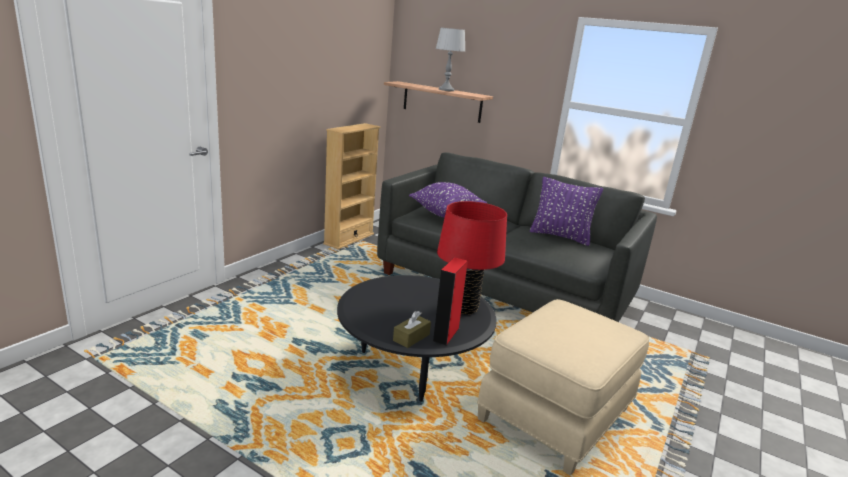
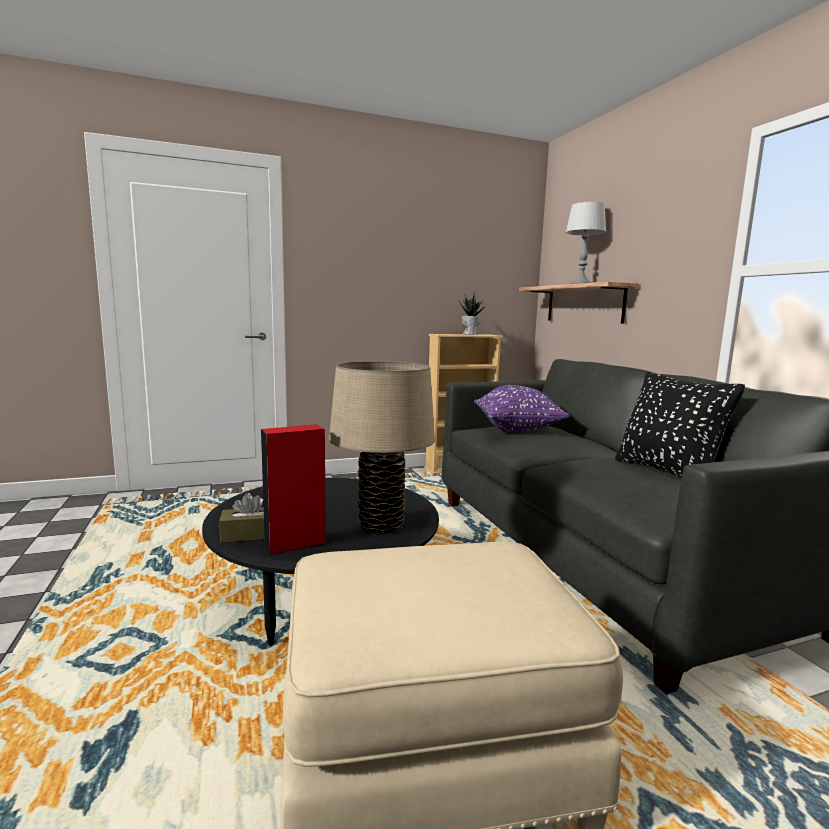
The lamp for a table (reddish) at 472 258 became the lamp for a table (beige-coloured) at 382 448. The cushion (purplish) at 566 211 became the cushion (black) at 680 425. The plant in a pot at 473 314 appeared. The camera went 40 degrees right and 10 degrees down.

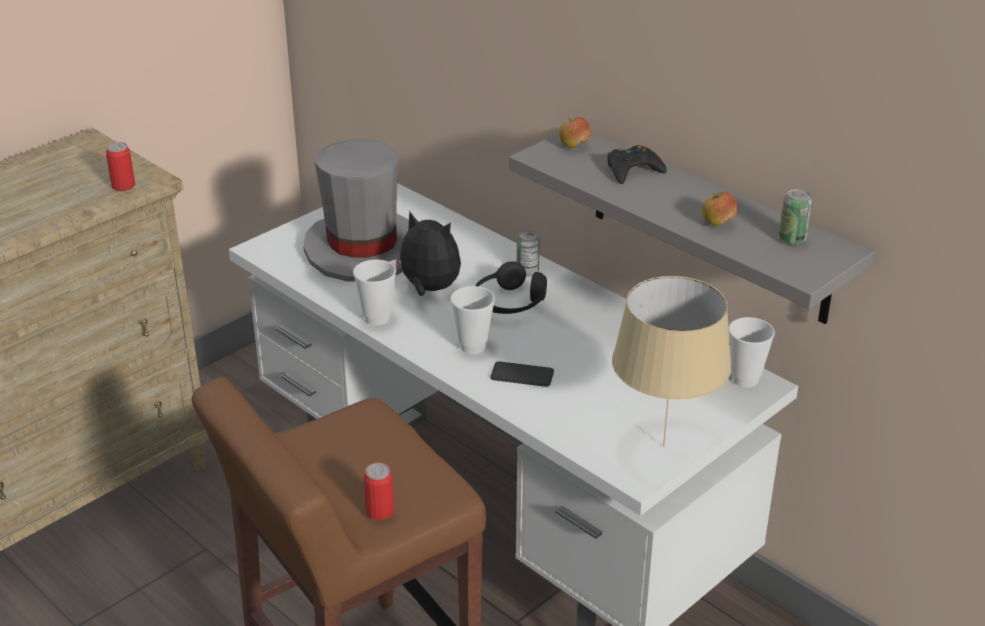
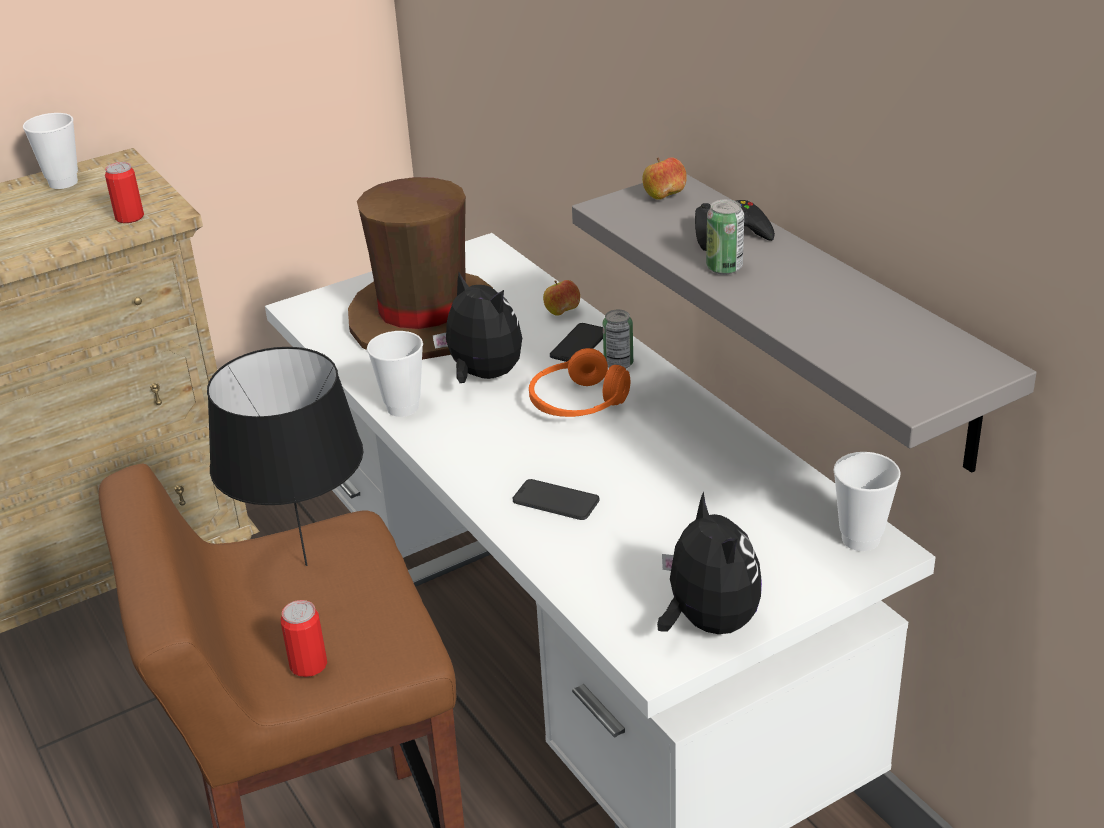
The clothing hat (grey) at 356 210 became the clothing hat (brown-coloured) at 420 268. The drinking cup moved from 473 320 to 50 151. The headset (black) at 511 287 became the headset (orange-coloured) at 579 382. The lamp for a table (beige-coloured) at 672 361 was replaced by the plush toy at 709 562. The apple fruit moved from 720 209 to 561 298. The sealed can moved from 795 217 to 725 237. The lamp for a table (black) at 285 456 appeared. The telephone at 576 342 appeared. The camera went 15 degrees right and 0 degrees up.

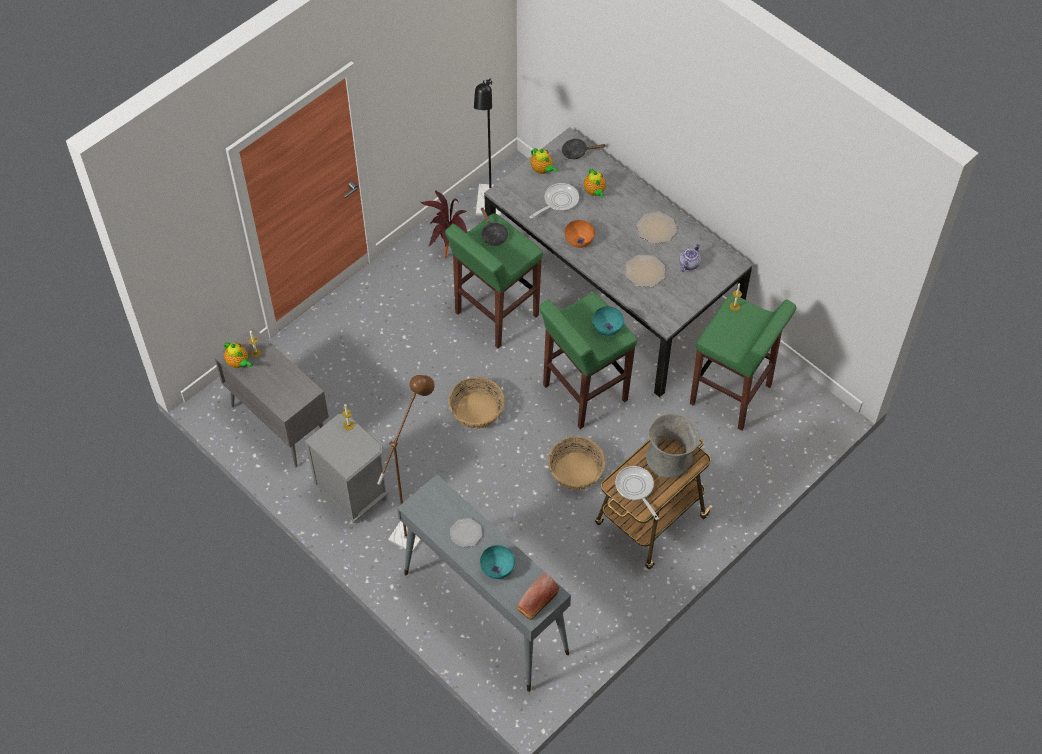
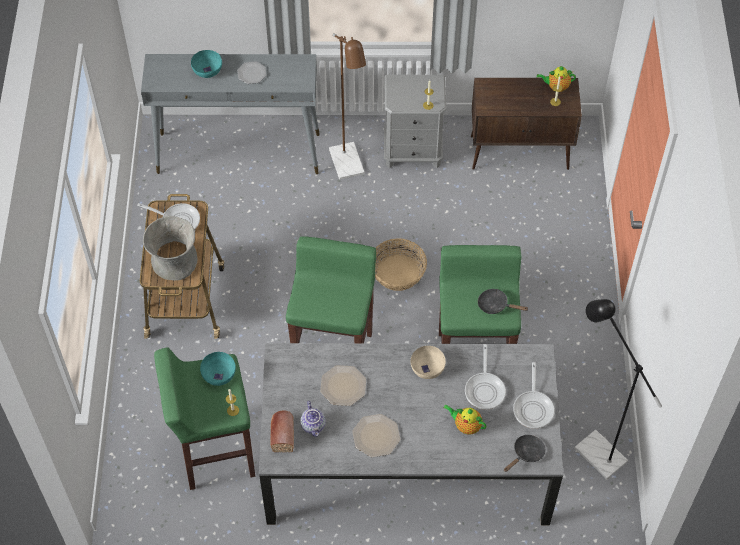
The storage cabinet (grey) at 271 397 became the storage cabinet (brown-coloured) at 526 124. The plant in a pot at 444 224 disappeared. The bakery bread moved from 538 596 to 282 431. The pot for tea at 544 161 was replaced by the skillet at 534 395. The storage basket at 577 463 disappeared. The serving bowl (orange-coloured) at 580 234 became the serving bowl (beige-coloured) at 428 362. The serving bowl (turquoise-coloured) moved from 608 321 to 218 369. The camera went 135 degrees right and 0 degrees up.

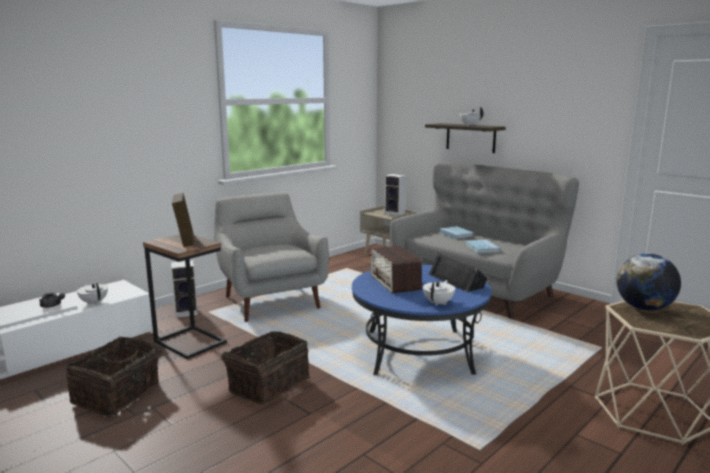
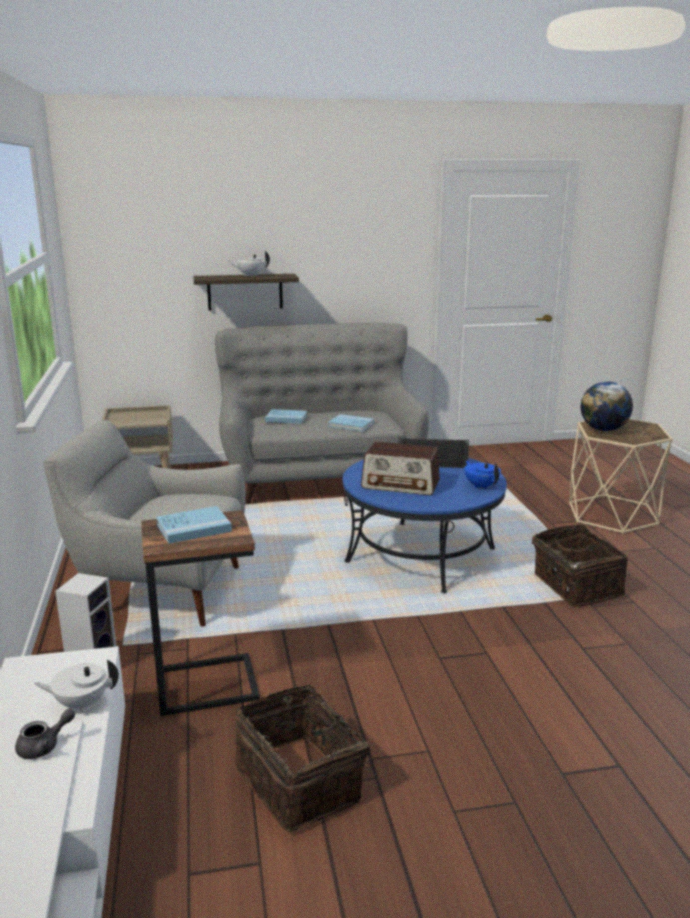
The photo frame at 183 220 was replaced by the book (blue-coloured) at 194 525. The storage basket moved from 263 368 to 580 566. The audio speaker at 395 195 disappeared. The pot for tea (whitish) at 439 293 became the pot for tea (blue-coloured) at 483 475. The camera went 55 degrees left and 5 degrees up.

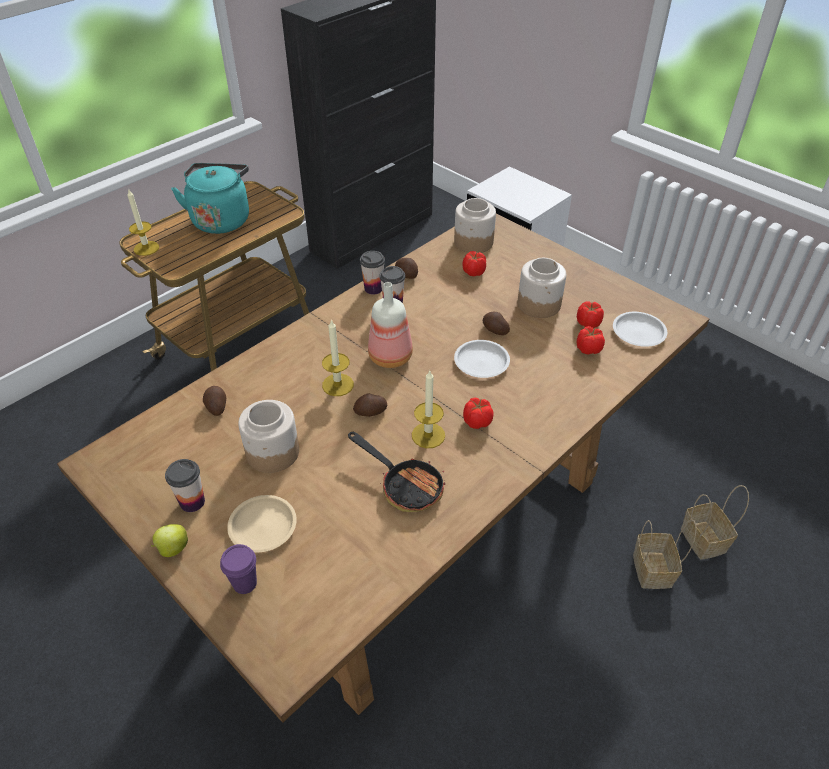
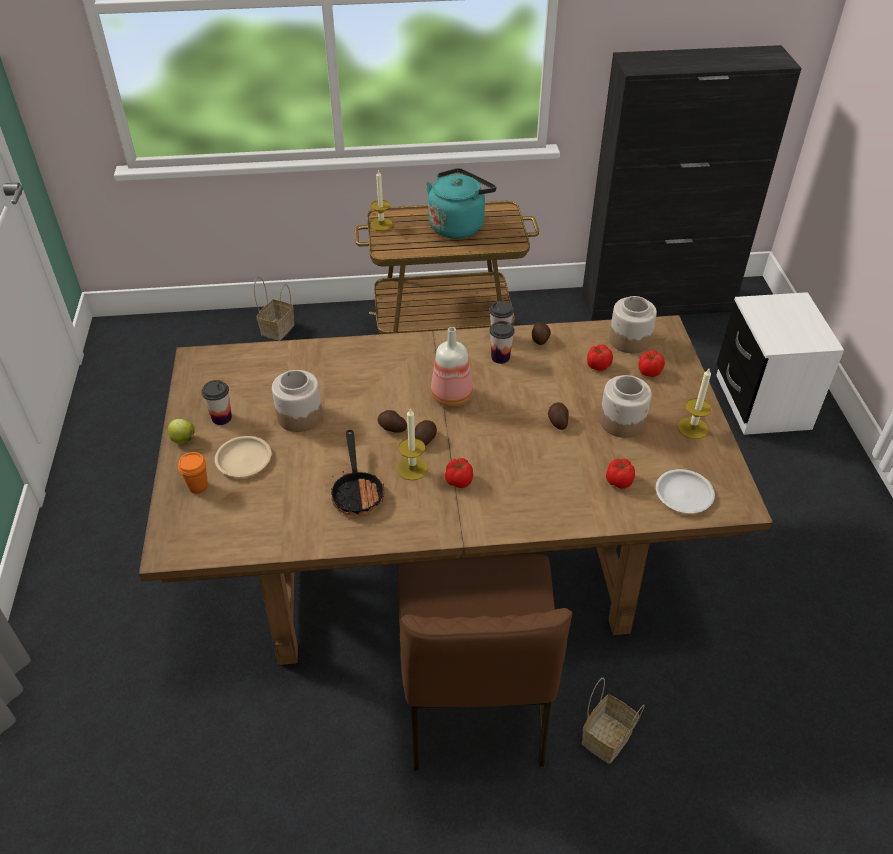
The spud moved from 214 401 to 426 433. The drinking cup (purplish) at 238 569 became the drinking cup (orange-coloured) at 193 473. The wax light moved from 338 357 to 695 403. The dinner plate (whitish) at 482 359 disappeared. The fresh tomato moved from 590 314 to 651 363. The storage basket moved from 715 522 to 274 309. The plain chair (brown-coloured) at 485 662 appeared. The camera went 40 degrees right and 0 degrees up.

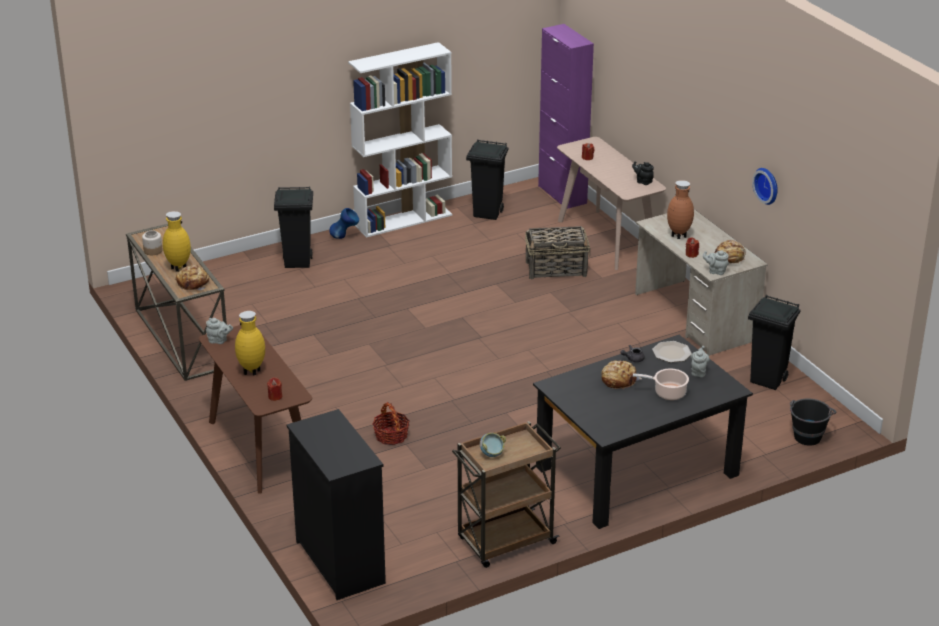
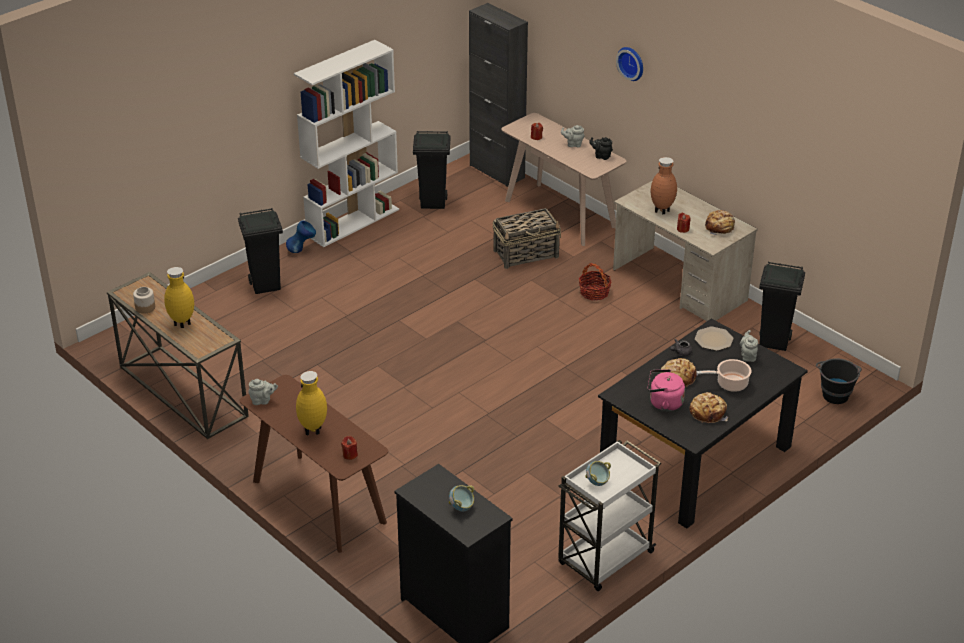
The bakery bread moved from 192 277 to 709 407. The storage basket moved from 391 423 to 595 282. The wheeled cart (brown-coloured) at 506 494 became the wheeled cart (whitish) at 609 515. The storage cabinet (purplish) at 566 116 became the storage cabinet (black) at 498 95. The pot for tea (grey) moved from 716 262 to 573 136. The wall clock moved from 765 186 to 629 64. The serving bowl at 461 498 appeared. The water kettle (pink) at 666 390 appeared. The camera went 15 degrees left and 5 degrees up.

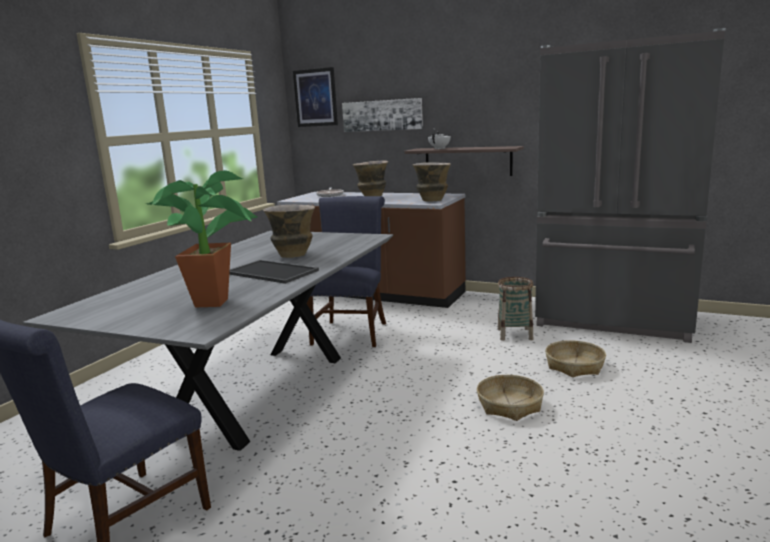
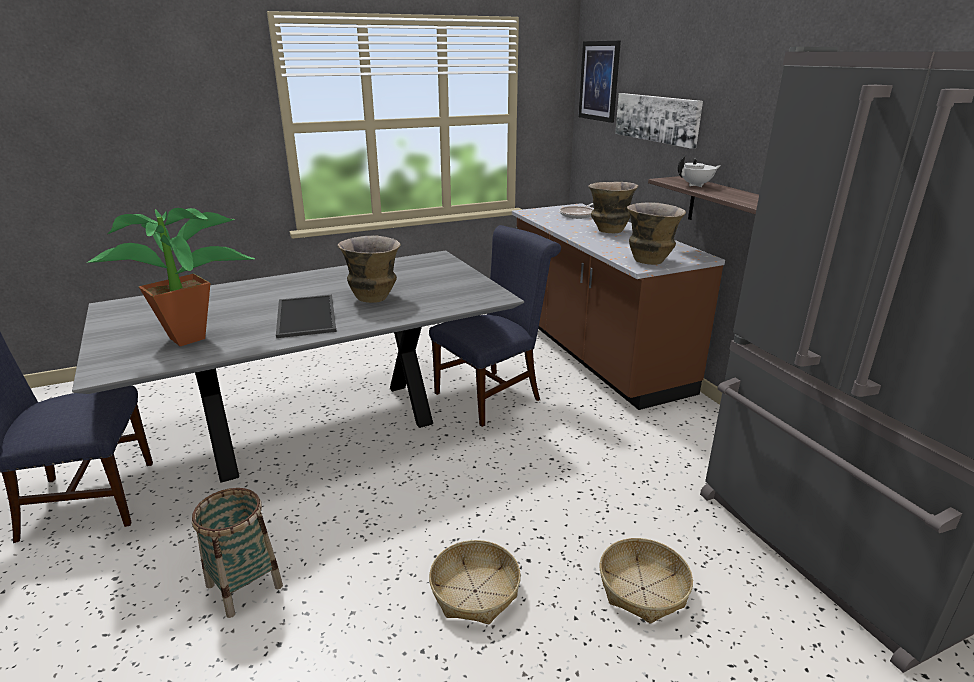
The storage basket moved from 516 309 to 237 553. The camera went 40 degrees right and 10 degrees up.

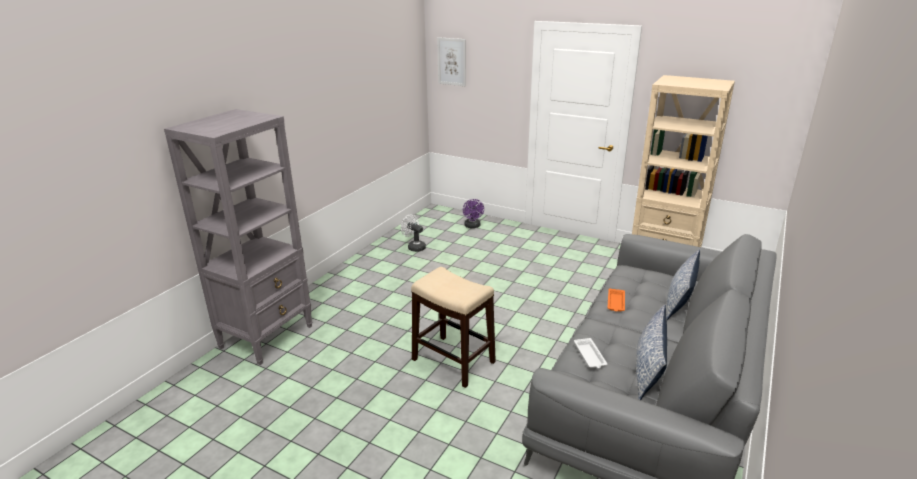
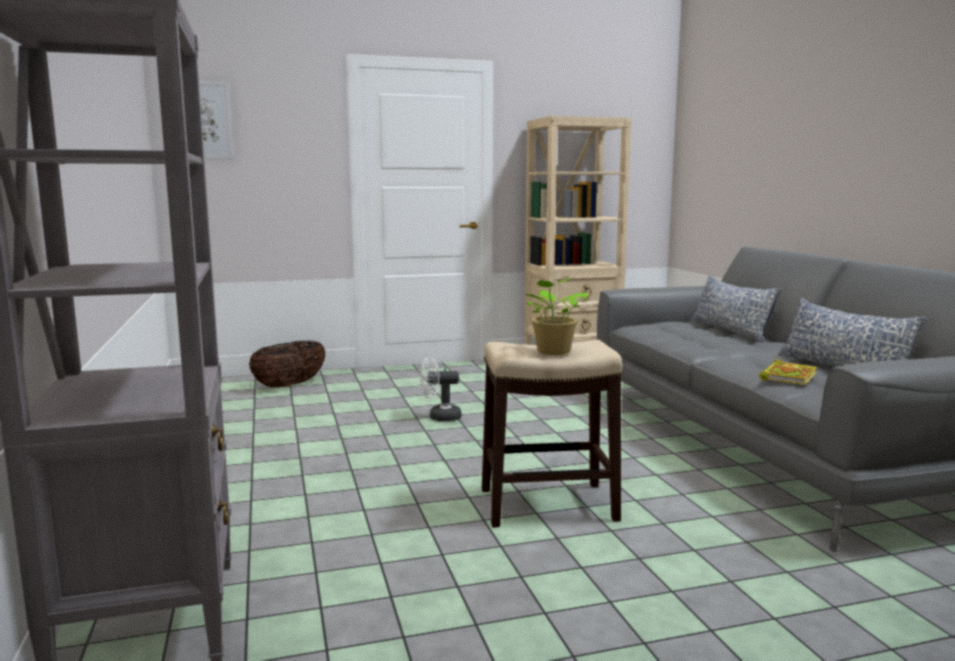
The fan (whitish) moved from 413 233 to 440 389. The fan (purplish) at 473 213 was replaced by the storage basket at 287 364. The carrying tray (whitish) at 590 353 was replaced by the book at 788 372. The carrying tray (orange-coloured) at 616 300 disappeared. The plant in a pot at 557 316 appeared. The camera went 45 degrees left and 15 degrees down.

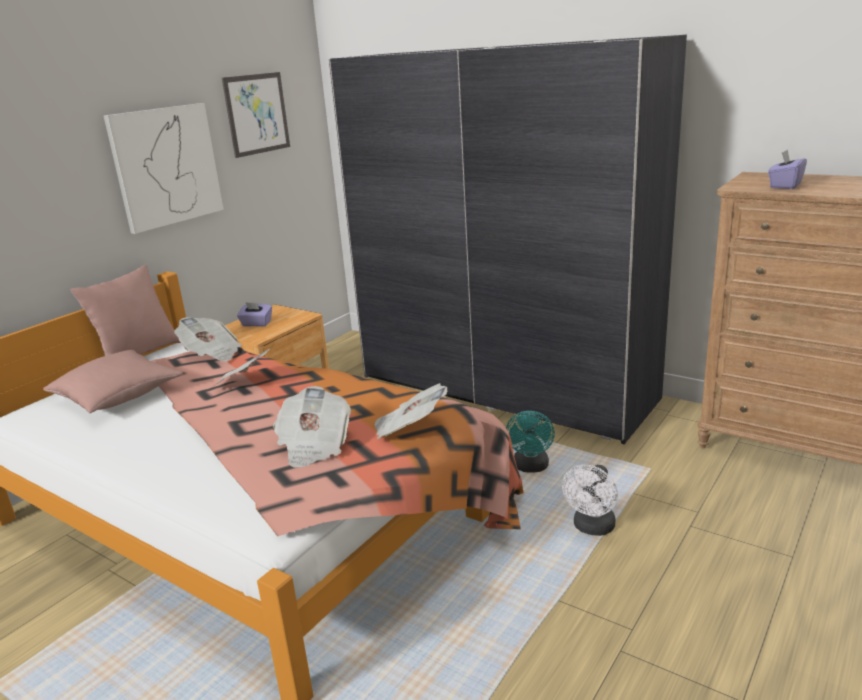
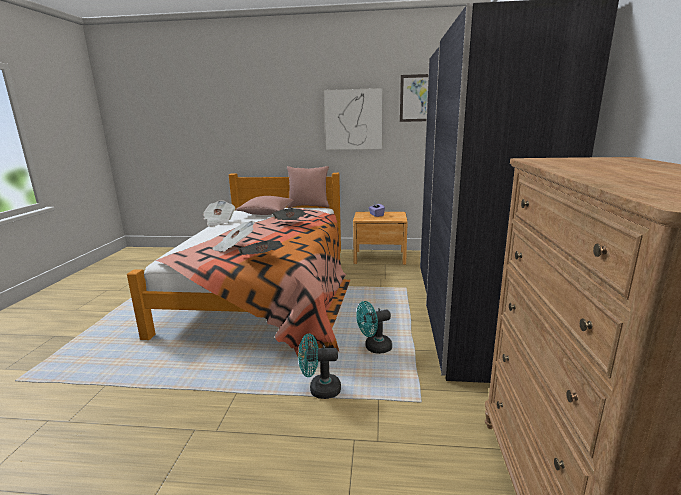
The printed paper moved from 208 339 to 219 213. The fan (whitish) at 590 500 became the fan (turquoise-coloured) at 319 366. The tissue holder (purplish) at 787 169 disappeared. The camera went 60 degrees right and 5 degrees down.

